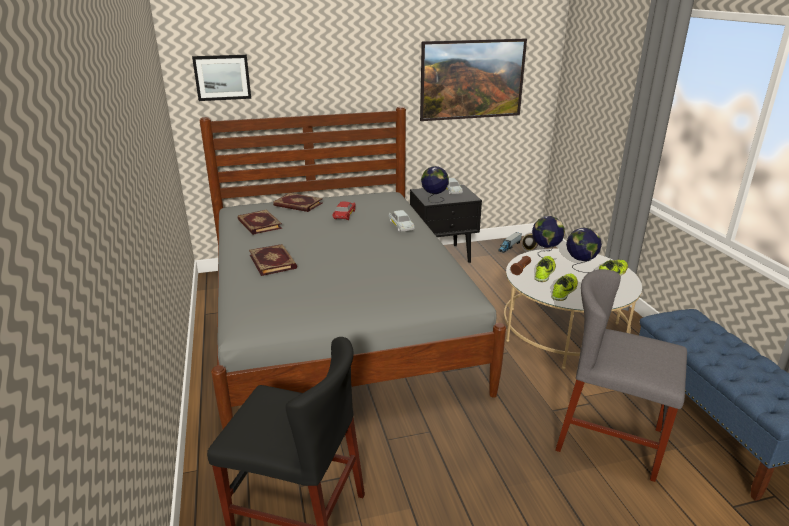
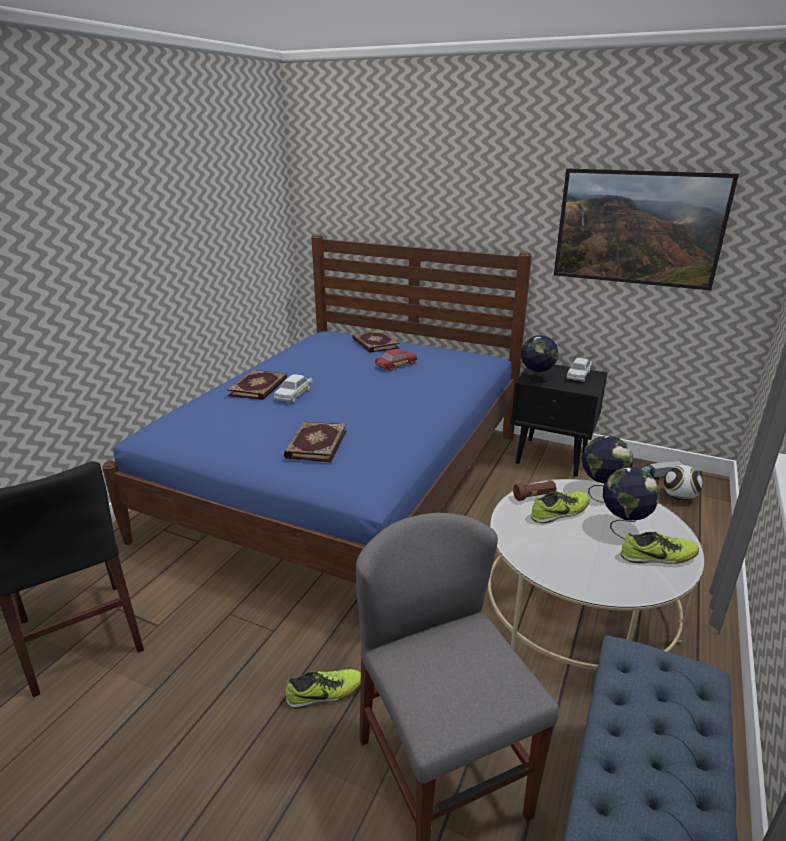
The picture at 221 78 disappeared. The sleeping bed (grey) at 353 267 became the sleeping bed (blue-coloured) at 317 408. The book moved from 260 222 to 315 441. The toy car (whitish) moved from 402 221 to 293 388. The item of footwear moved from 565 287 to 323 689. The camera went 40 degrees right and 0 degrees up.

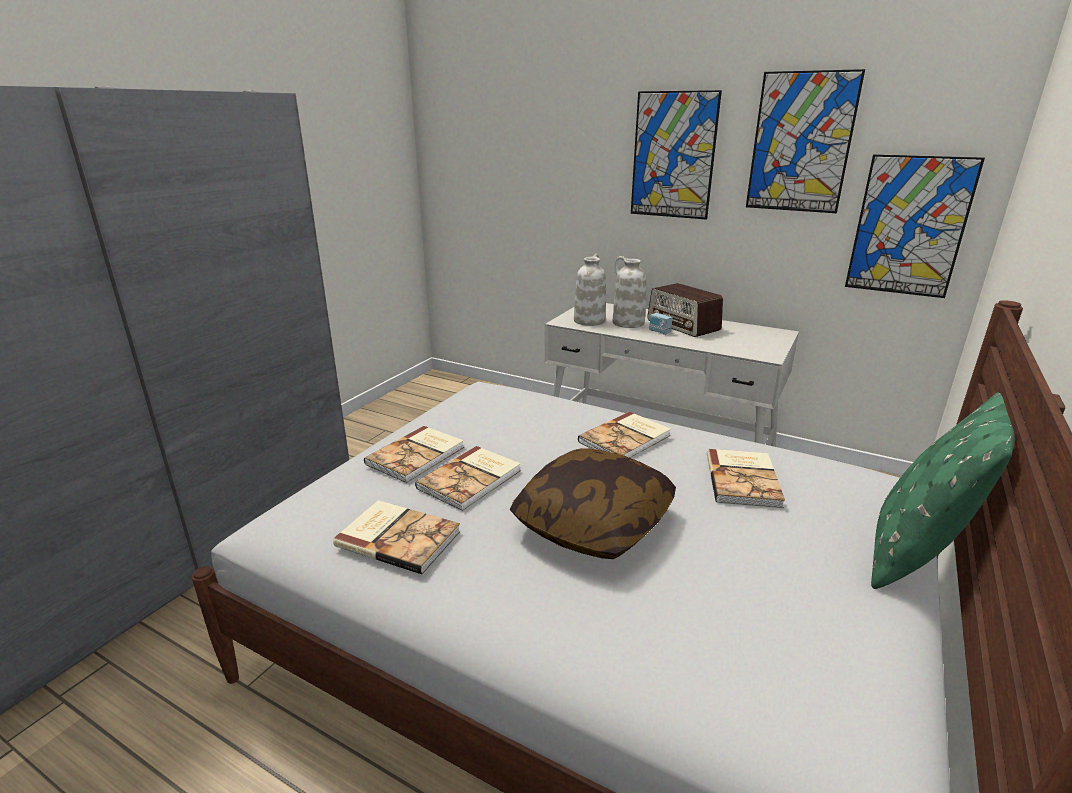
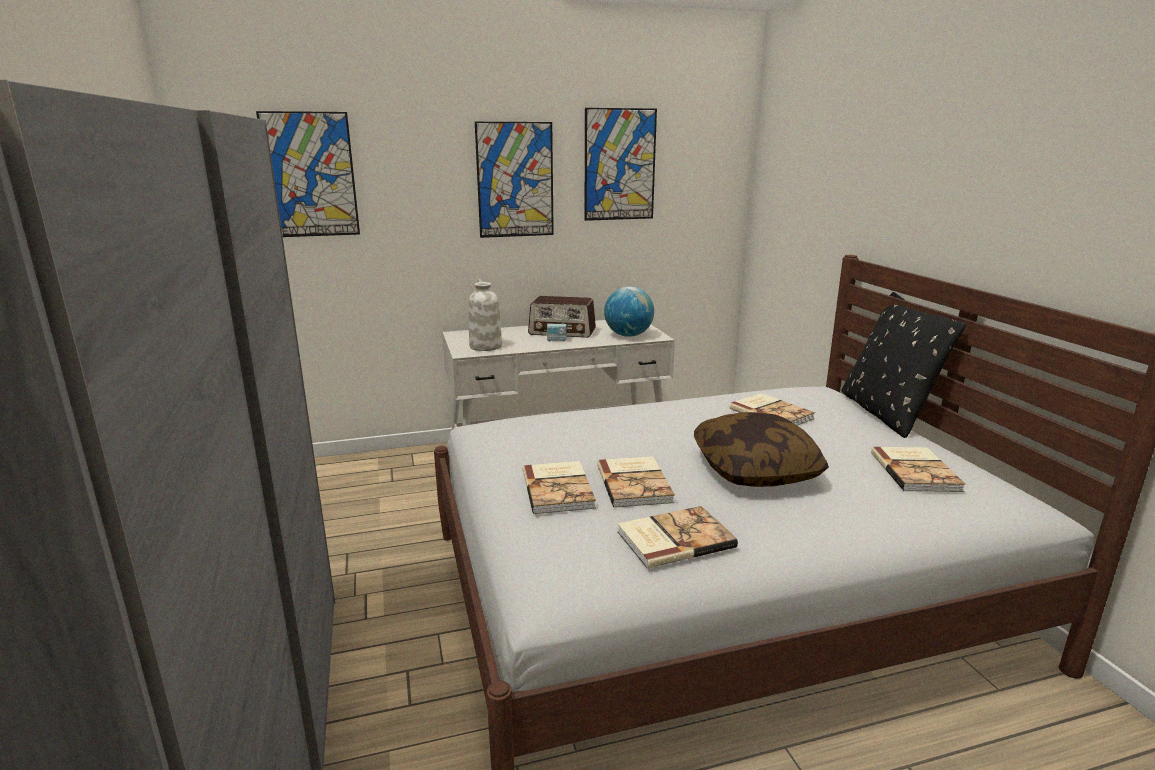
The book moved from 624 435 to 918 469. The decorative vase (whitish) at 629 292 disappeared. The picture moved from 915 226 to 308 174. The cushion (green) at 943 491 became the cushion (black) at 903 365. The globe at 629 311 appeared. The camera went 45 degrees left and 5 degrees down.

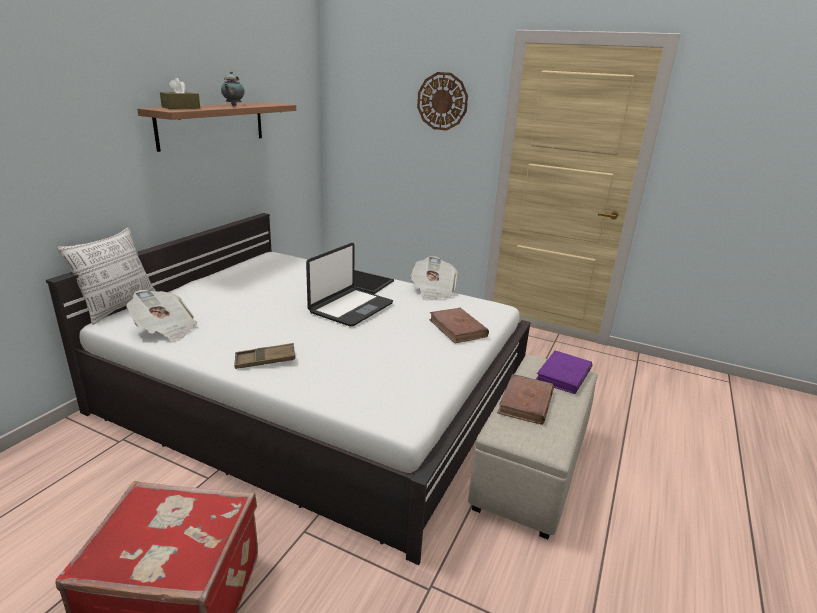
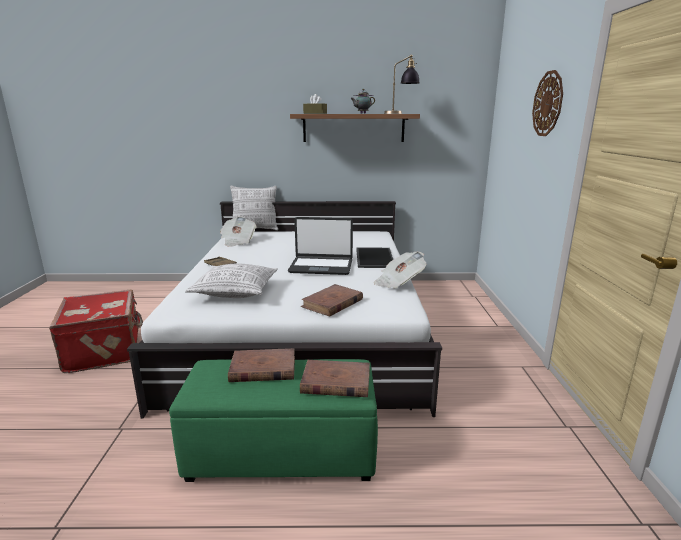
The footrest (beige-coloured) at 532 447 became the footrest (green) at 273 420. The book (purplish) at 564 372 became the book (brown-coloured) at 335 378. The cushion at 231 281 appeared. The lamp for a table at 401 84 appeared. The camera went 65 degrees right and 5 degrees down.

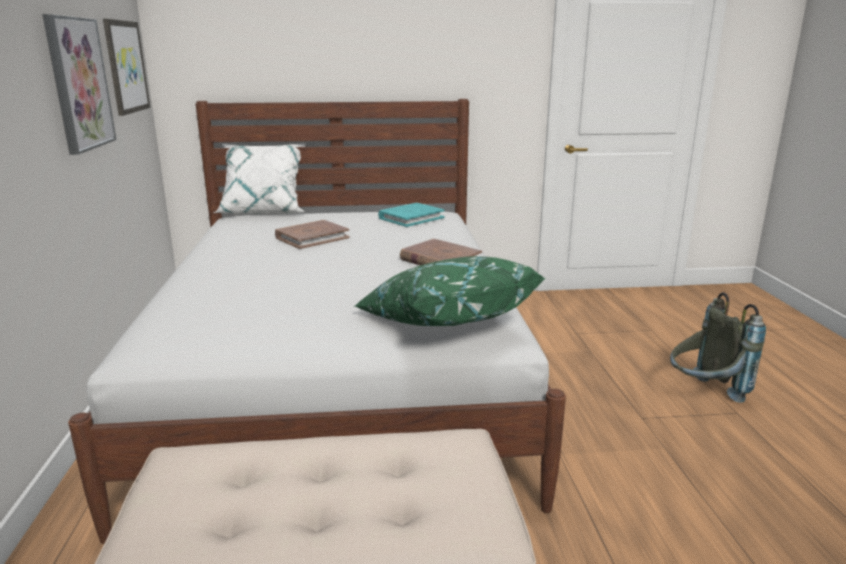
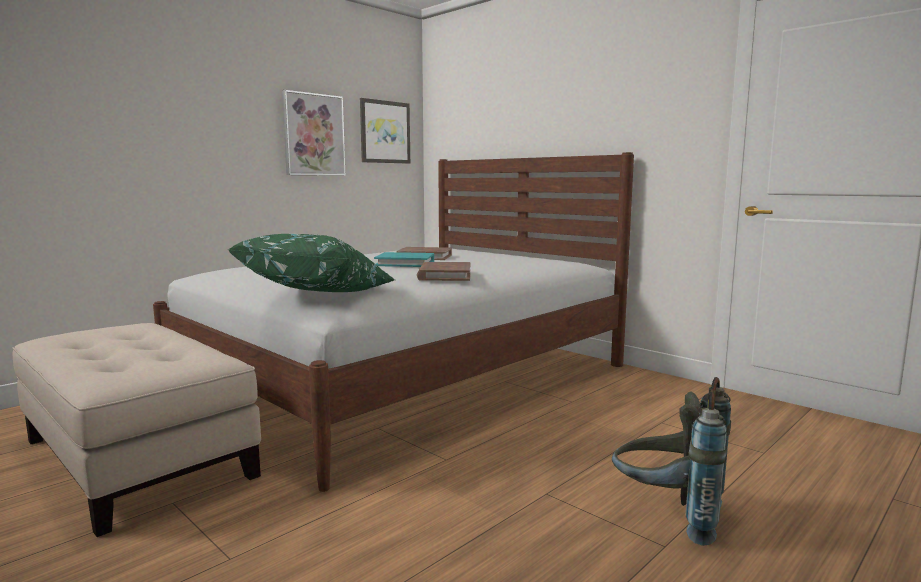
The cushion (whitish) at 259 178 disappeared. The book (turquoise-coloured) moved from 411 215 to 404 259. The camera went 50 degrees right and 10 degrees down.

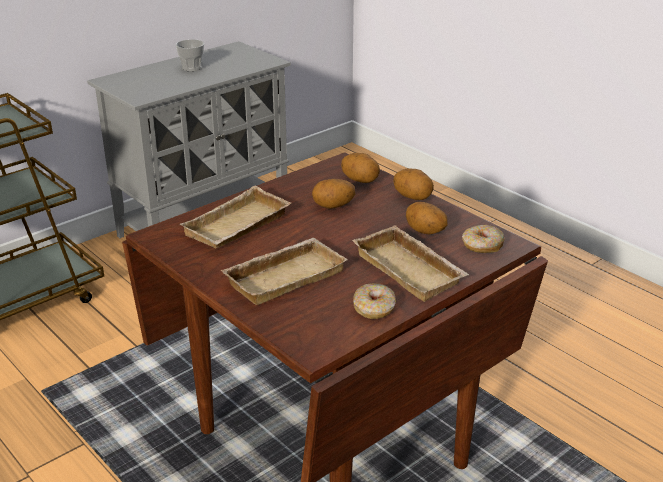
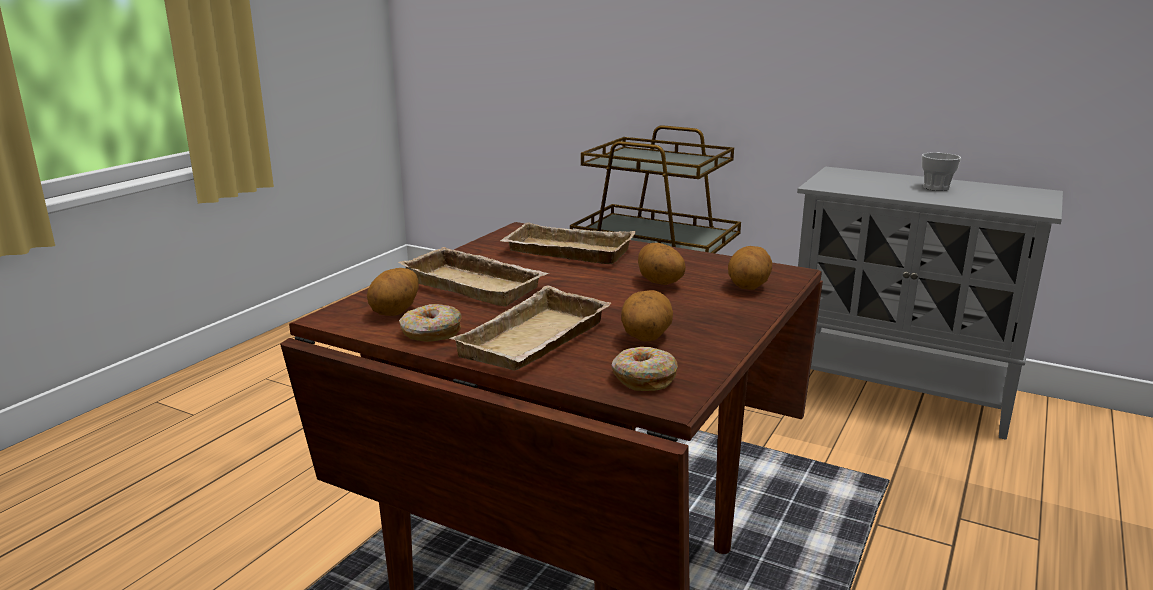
The spud moved from 413 184 to 393 292. The camera went 70 degrees right and 10 degrees down.

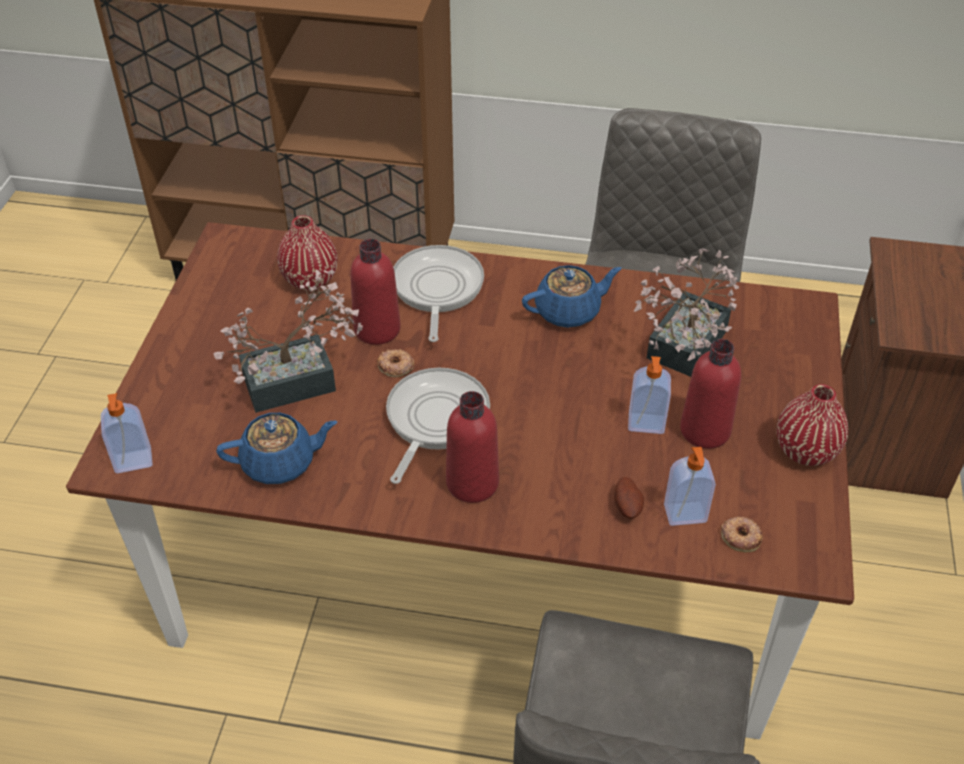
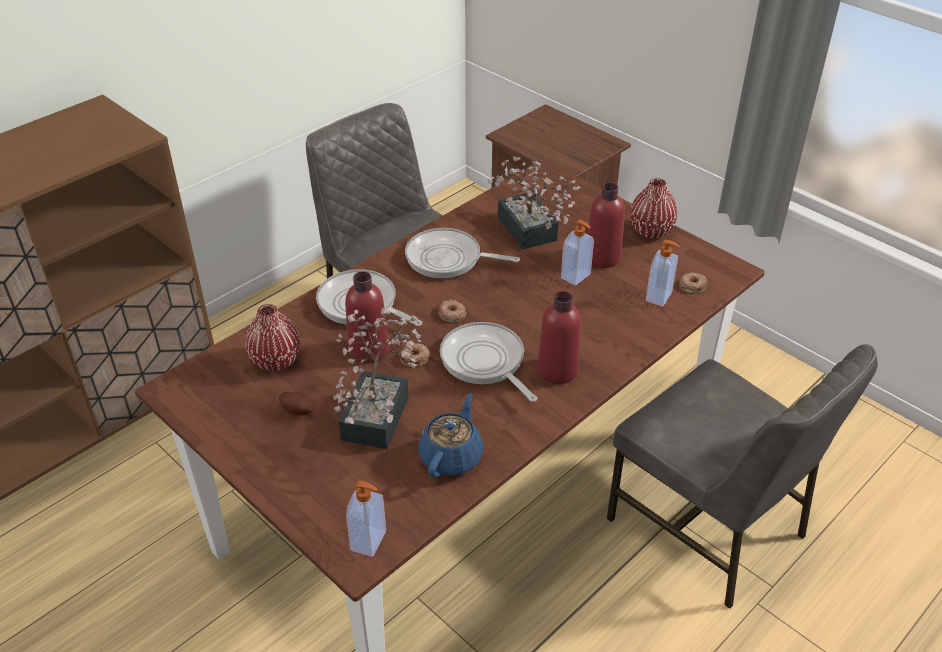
The pot for tea (blue-coloured) at 571 296 was replaced by the skillet at 462 253. The spud moved from 629 498 to 296 403. The doughnut at 452 310 appeared. The camera went 55 degrees left and 5 degrees down.

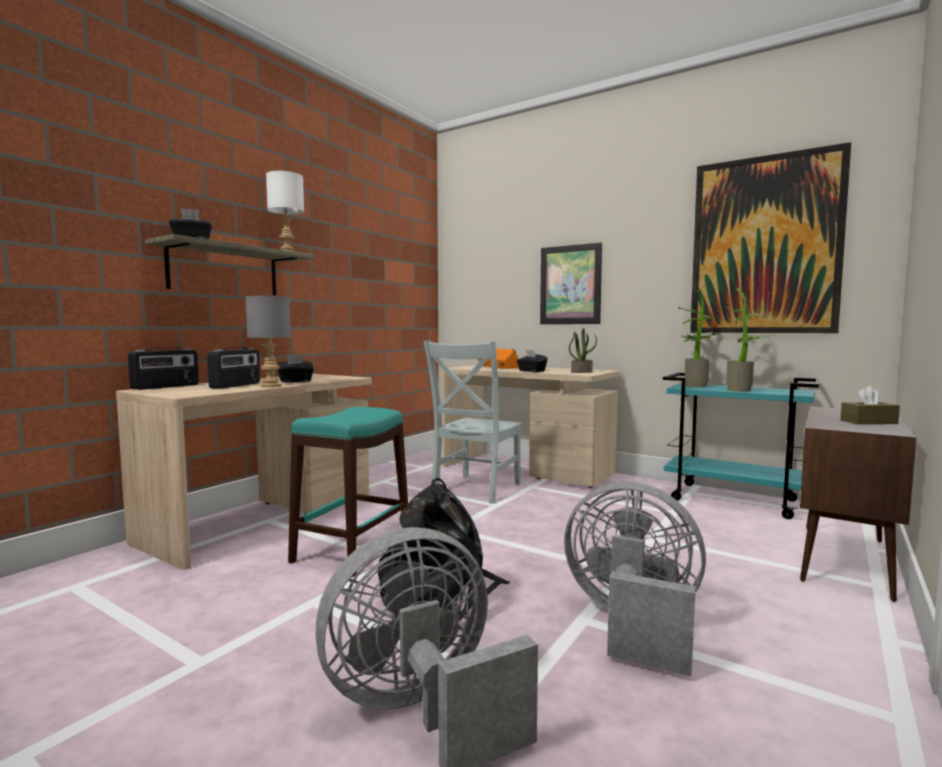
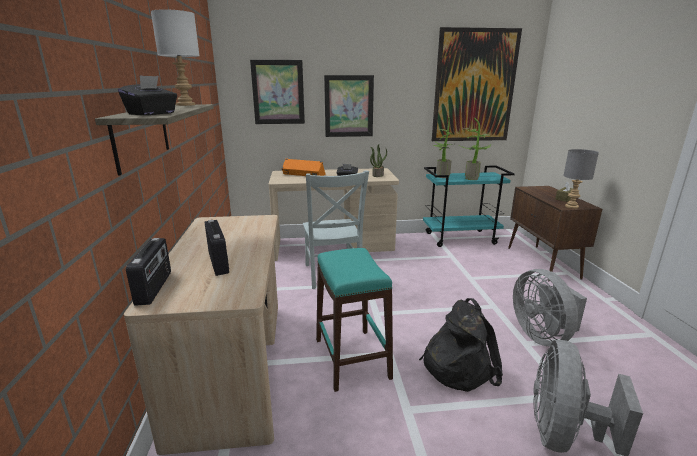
The lamp for a table (grey) moved from 268 341 to 581 179. The tissue holder (black) at 295 369 disappeared. The fan (grey) at 635 579 turned 90 degrees counterclockwise. The picture at 277 92 appeared. The camera went 40 degrees left and 15 degrees up.

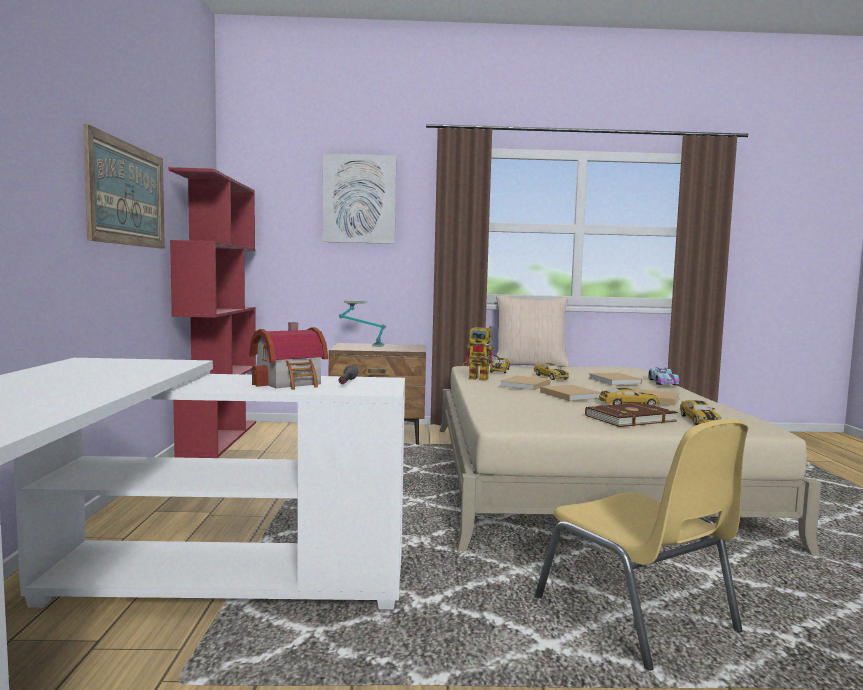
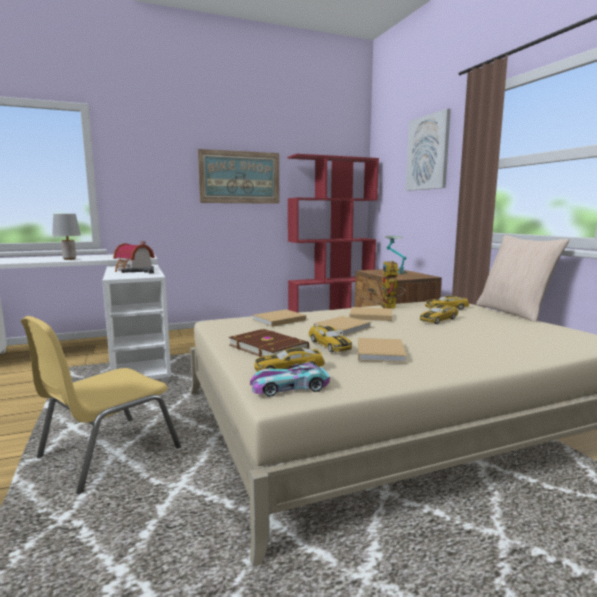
The book (beige-coloured) moved from 615 379 to 279 318. The toy car moved from 664 376 to 290 379. The lamp for a table (grey) at 66 237 appeared. The camera went 70 degrees right and 5 degrees up.

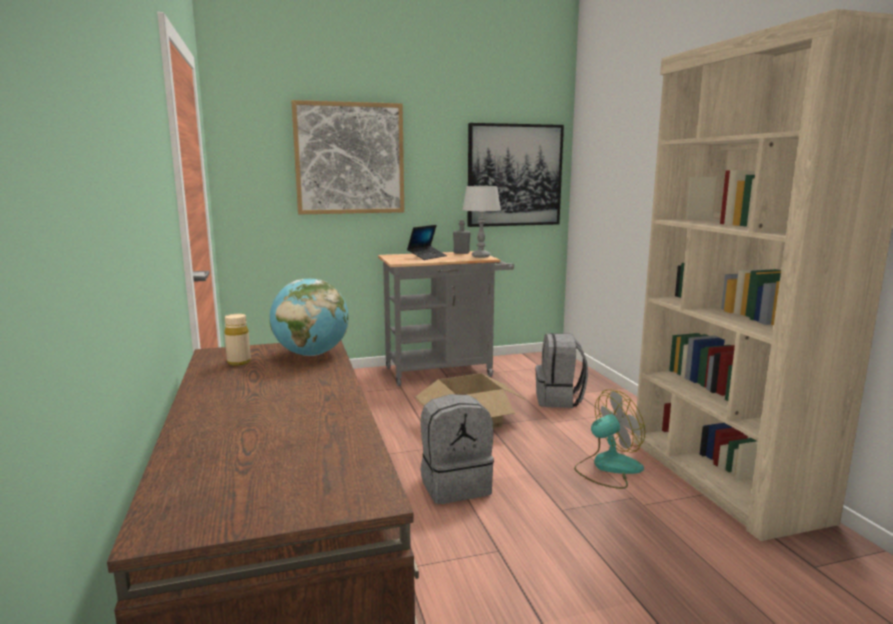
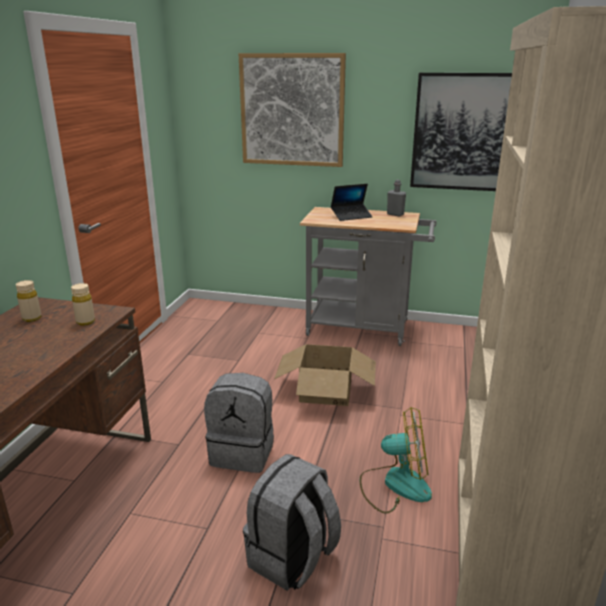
The globe at 309 317 was replaced by the bottle (beige-coloured) at 83 304. The lamp for a table (grey) at 481 222 disappeared. The backpack (grey) moved from 561 370 to 292 522. The camera went 30 degrees right and 10 degrees up.

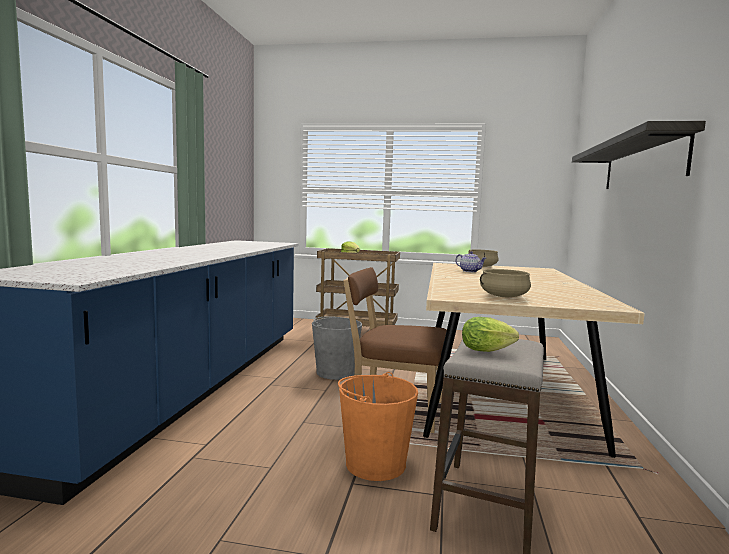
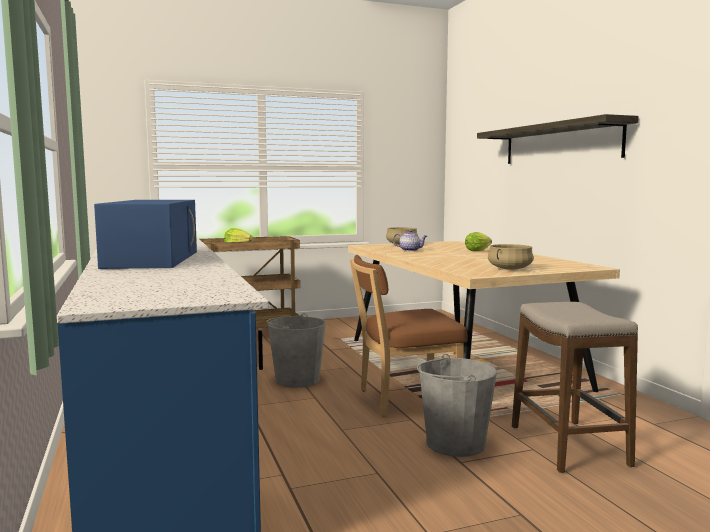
The water bucket (orange-coloured) at 378 426 became the water bucket (grey) at 457 405. The lettuce head moved from 490 334 to 478 241. The kitchen microwave (blue-coloured) at 145 234 appeared. The camera went 30 degrees left and 0 degrees up.

